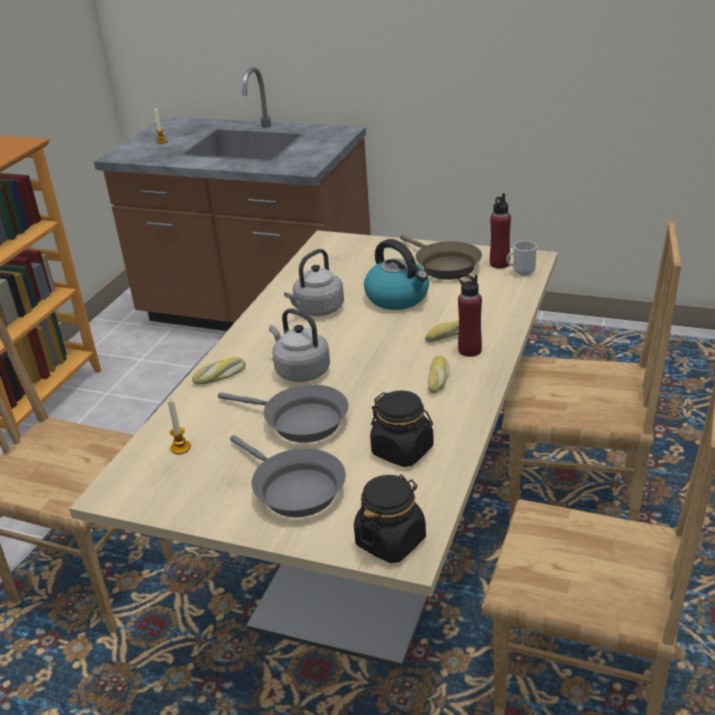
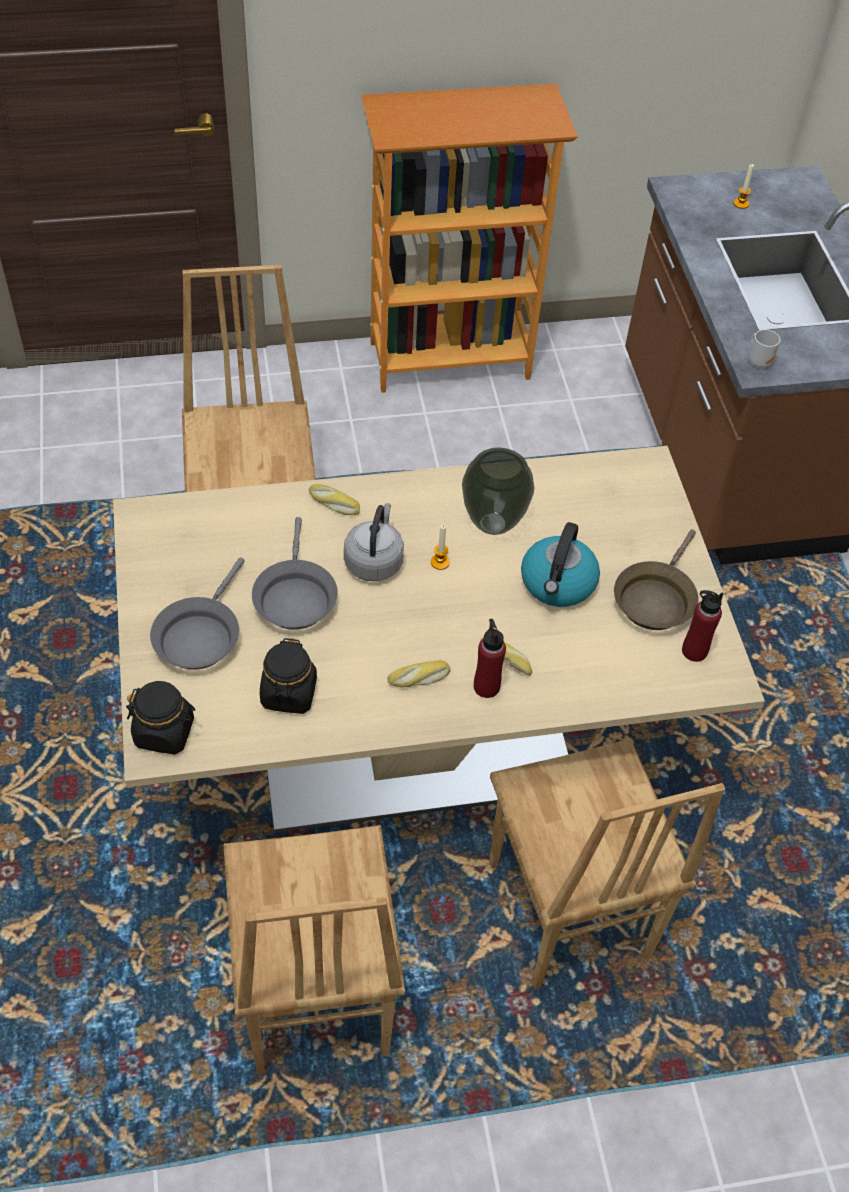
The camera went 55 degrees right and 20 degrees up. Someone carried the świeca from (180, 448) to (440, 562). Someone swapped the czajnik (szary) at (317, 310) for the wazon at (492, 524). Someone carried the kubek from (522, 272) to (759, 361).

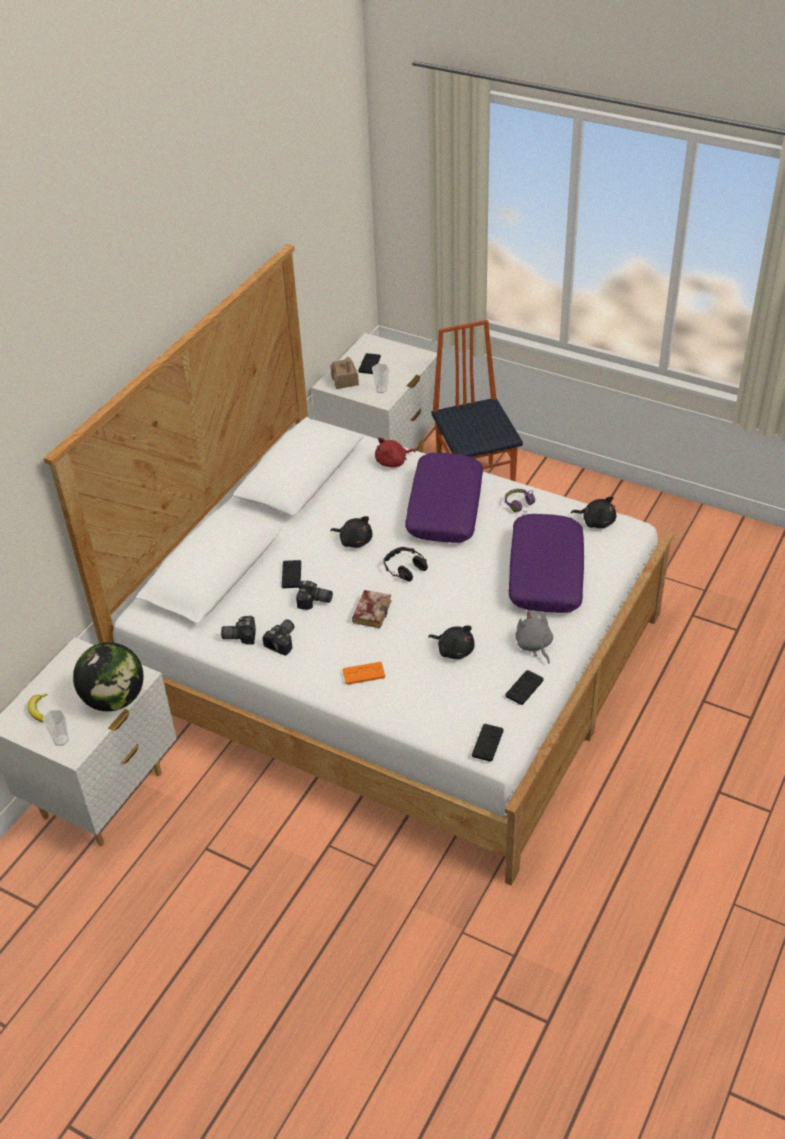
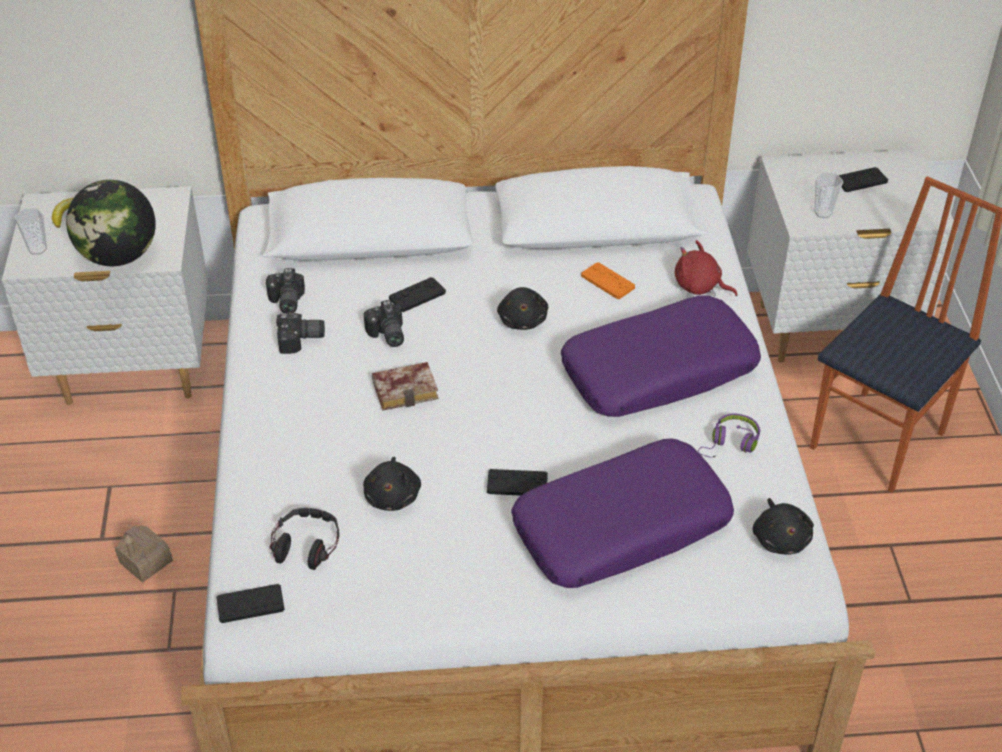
The camera went 55 degrees right and 0 degrees up. Someone carried the domek from (345, 381) to (146, 561). Someone rotated the aparat fotograficzny at (239, 635) by 150 degrees counterclockwise. Someone carried the słuchawki from (404, 568) to (306, 544). Someone carried the pad do gier (czarny) from (524, 688) to (517, 484). Someone carried the pad do gier (pomarańczowy) from (363, 674) to (607, 282). Someone took away the pluszak (szary) at (534, 645).

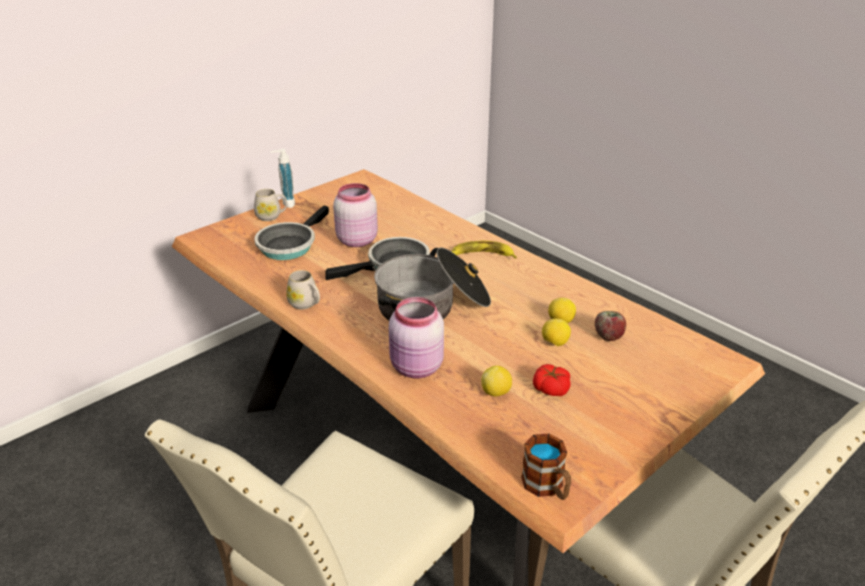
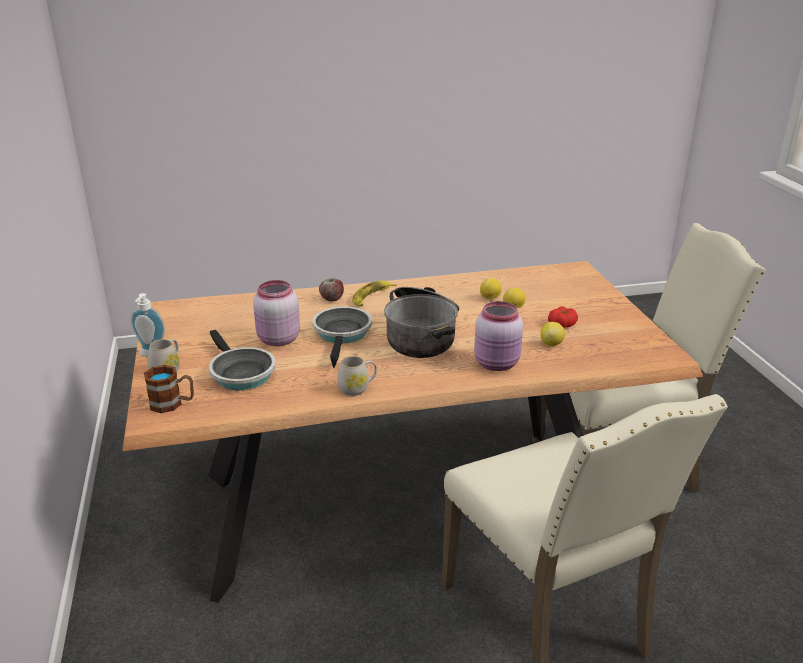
The camera went 60 degrees left and 5 degrees down. Someone carried the kubek from (547, 487) to (172, 404). Someone carried the jabłko from (608, 336) to (332, 299).

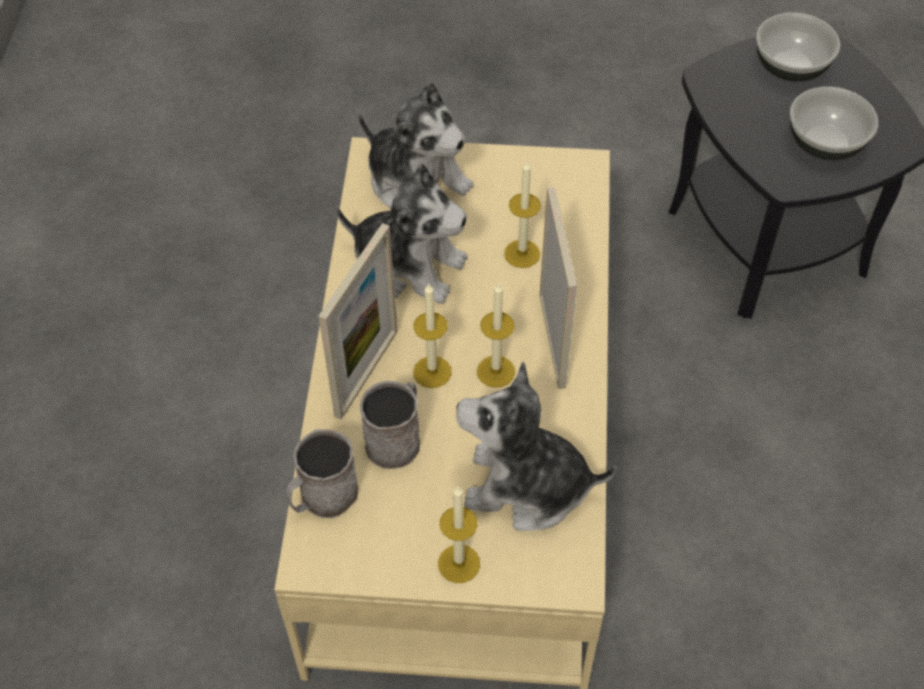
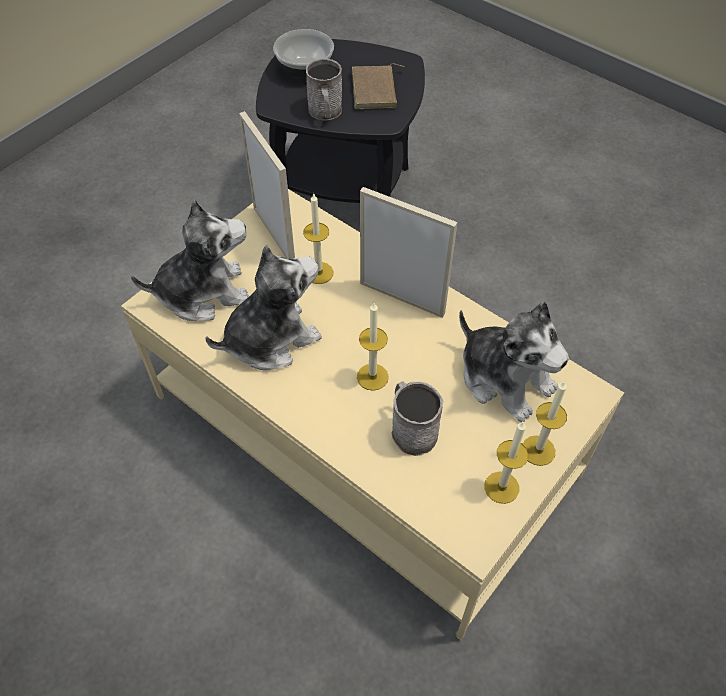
The camera went 55 degrees left and 0 degrees up. Someone carried the ramka na zdjęcie from (366, 373) to (274, 235). Someone carried the kubek (szary) from (323, 498) to (325, 113). Someone swapped the miska at (825, 144) for the książka (brązowy) at (376, 91). Someone rotated the pluszak at (526, 487) by 90 degrees counterclockwise. Someone carried the świeca from (496, 371) to (501, 487).

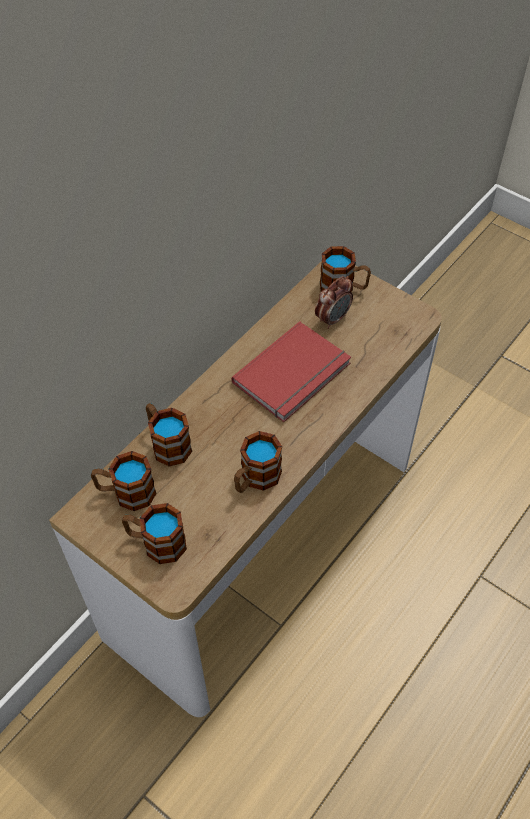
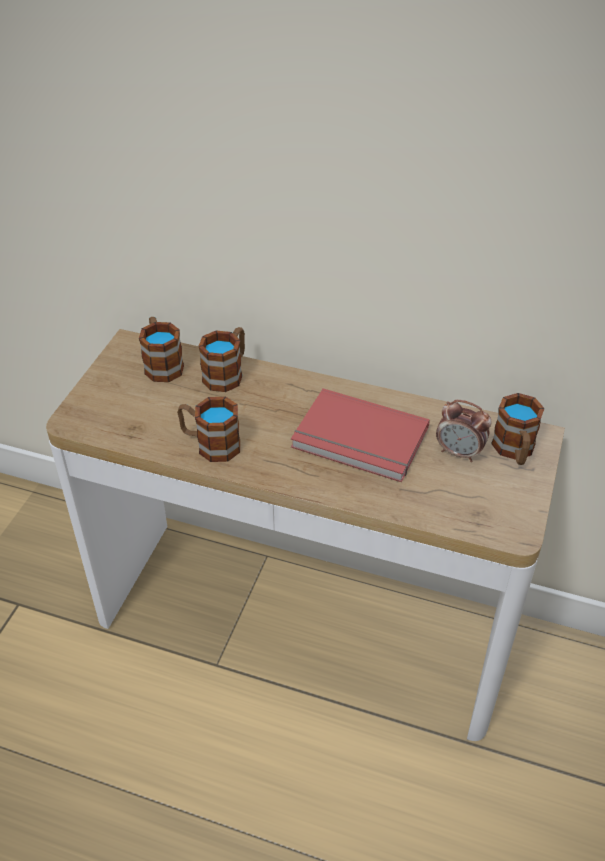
The camera went 70 degrees right and 10 degrees down. Someone took away the kubek at (156, 543).

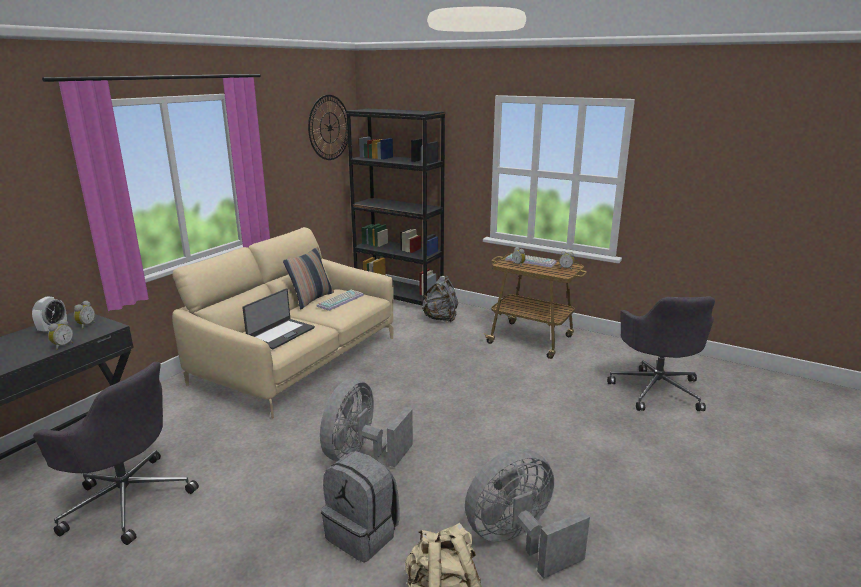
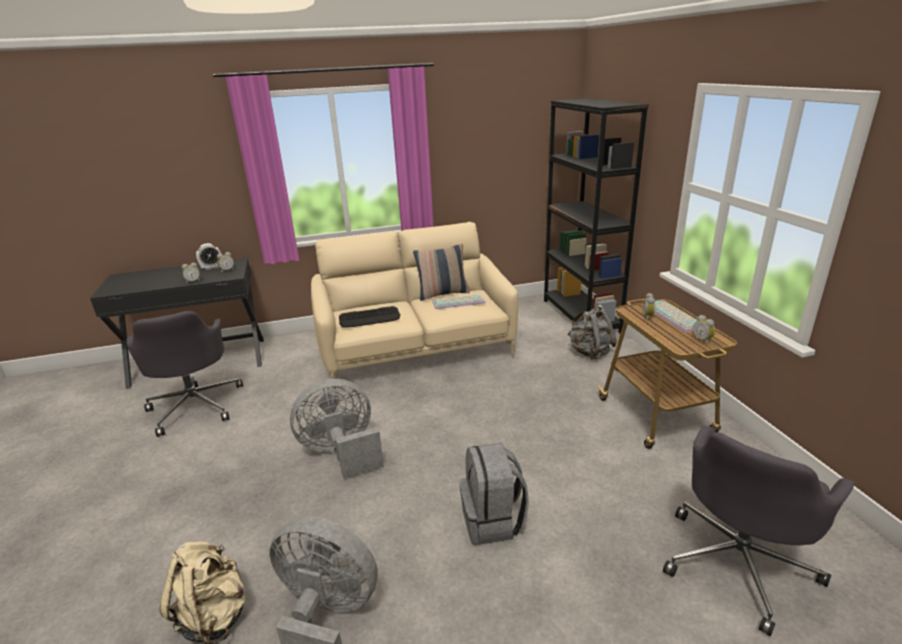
The camera went 45 degrees right and 5 degrees up. Someone swapped the laptop at (280, 334) for the klawiatura at (370, 318). Someone carried the plecak (szary) from (363, 534) to (493, 521). Someone took away the zegar ścienny at (329, 127).

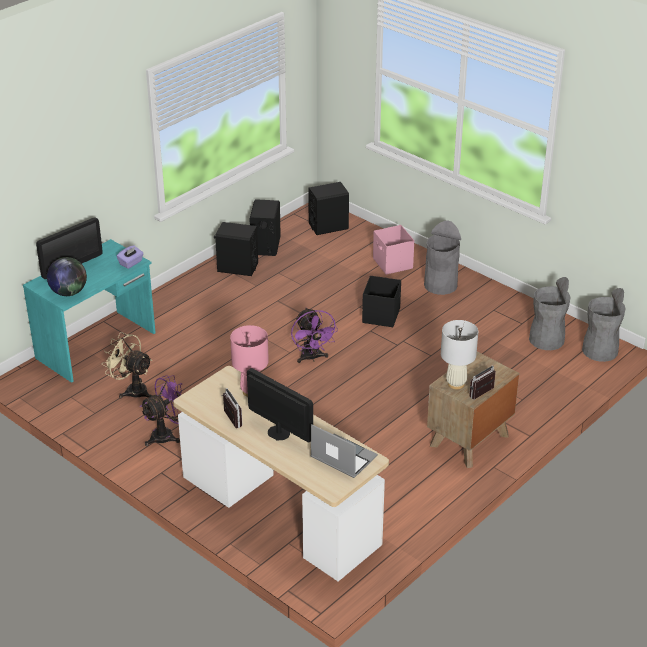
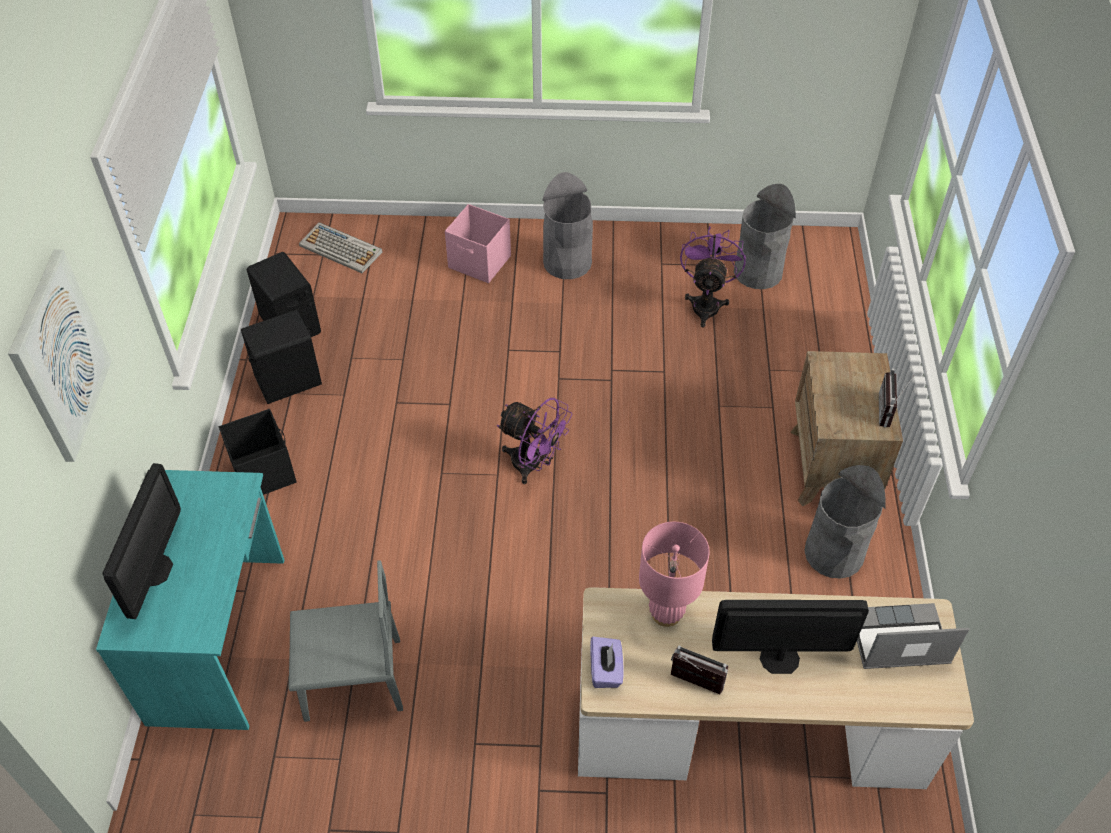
The camera went 40 degrees left and 15 degrees up. Someone put up the obraz at (59, 357). Someone carried the pojemnik do przechowywania (czarny) from (381, 315) to (264, 471). Someone swapped the wentylator (beżowy) at (132, 390) for the krzesło (szary) at (353, 679). Someone swapped the głośnik (czarny) at (328, 226) for the klawiatura at (341, 249). Someone carried the pudełko chusteczek (fioletowy) from (131, 263) to (606, 670). Someone carried the wentylator (fioletowy) from (167, 435) to (706, 303). Someone carried the kosz na śmieci (szary) from (600, 350) to (834, 553). Someone took away the globus at (68, 292). Someone took away the lampa stołowa (biały) at (456, 384).

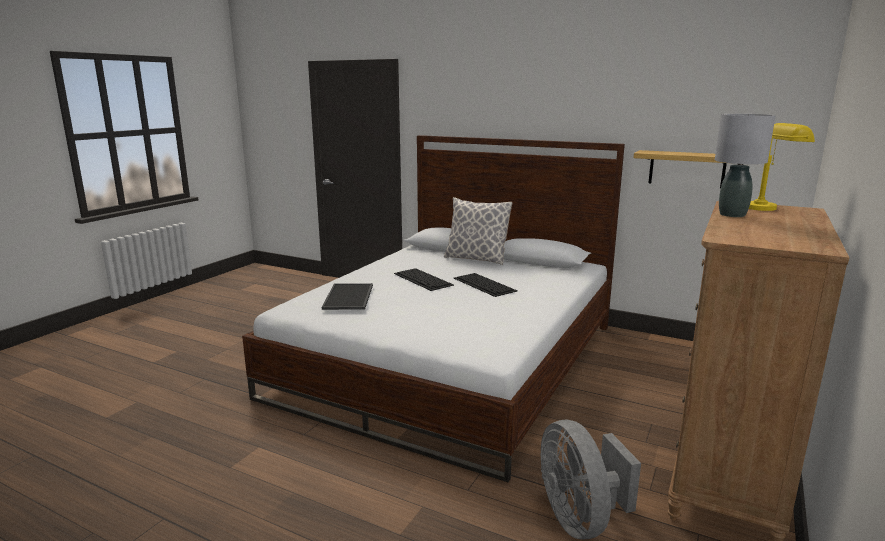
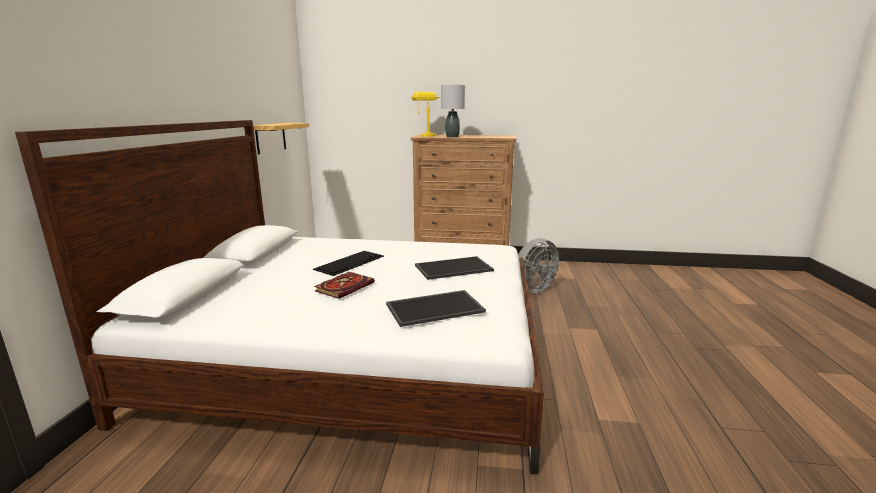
The camera went 110 degrees left and 0 degrees up. Someone swapped the klawiatura at (423, 279) for the książka at (345, 286). Someone put down the taca at (453, 268). Someone took away the poduszka at (476, 259).

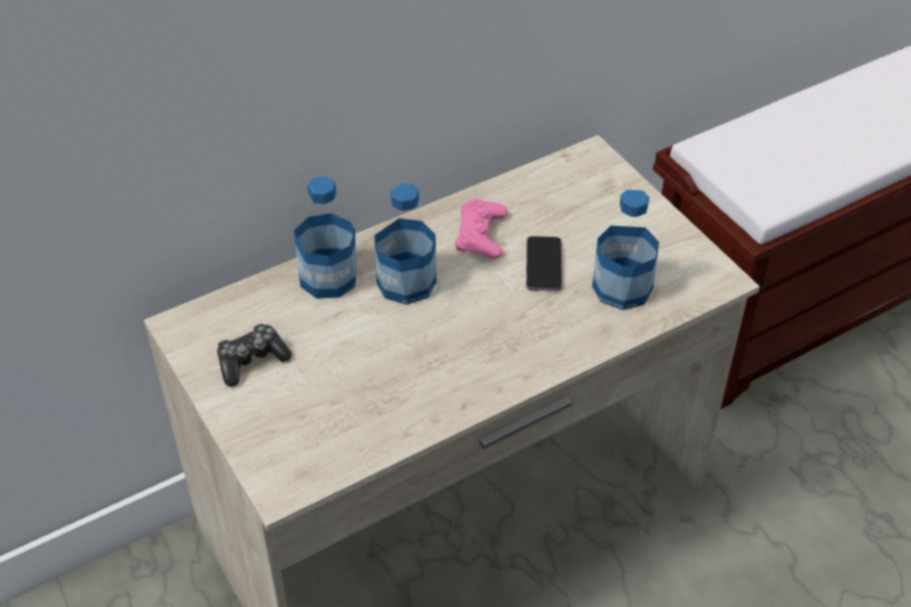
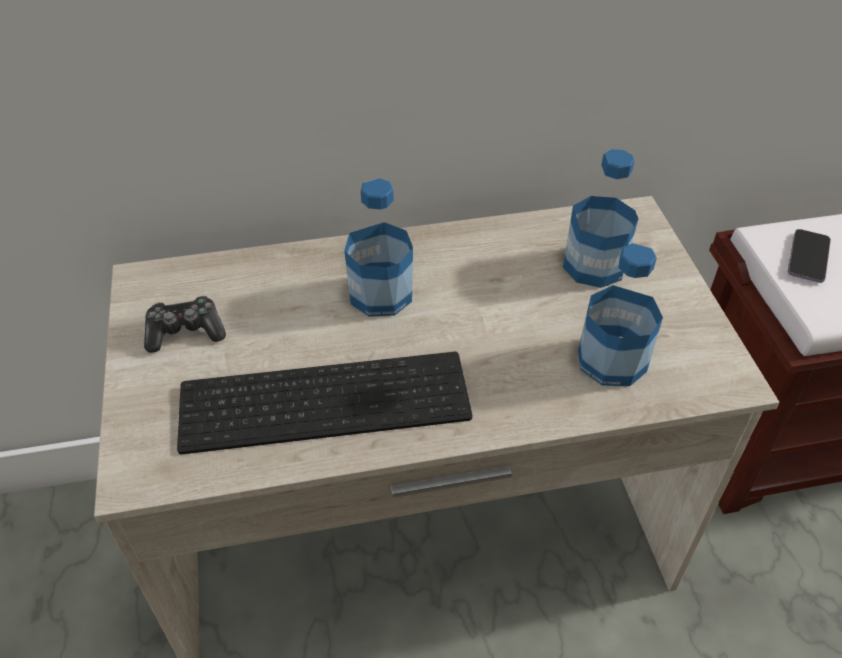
The camera went 20 degrees right and 0 degrees up. Someone put down the klawiatura at (327, 398). Someone carried the butelka from (328, 277) to (594, 265). Someone carried the telefon from (543, 265) to (808, 257). Someone took away the pad do gier (różowy) at (481, 235).

